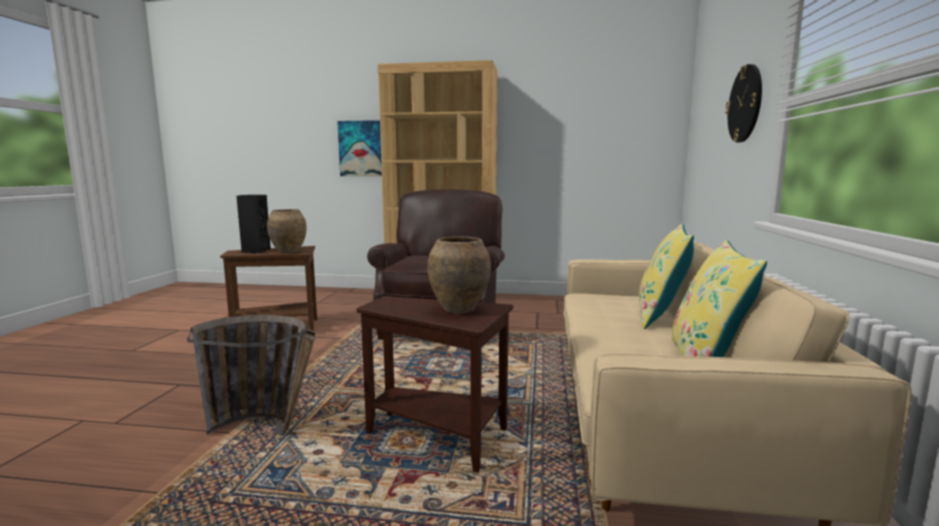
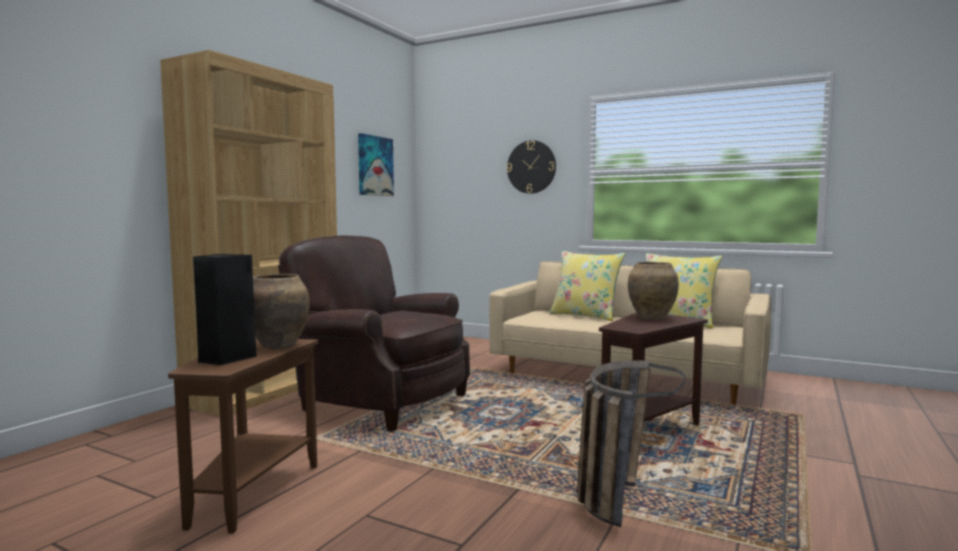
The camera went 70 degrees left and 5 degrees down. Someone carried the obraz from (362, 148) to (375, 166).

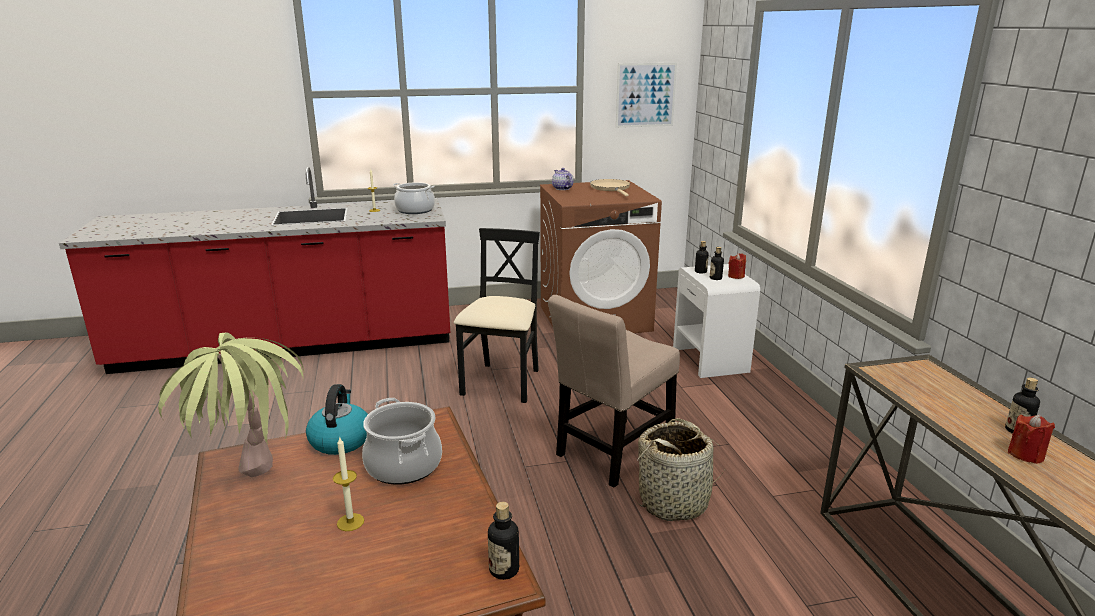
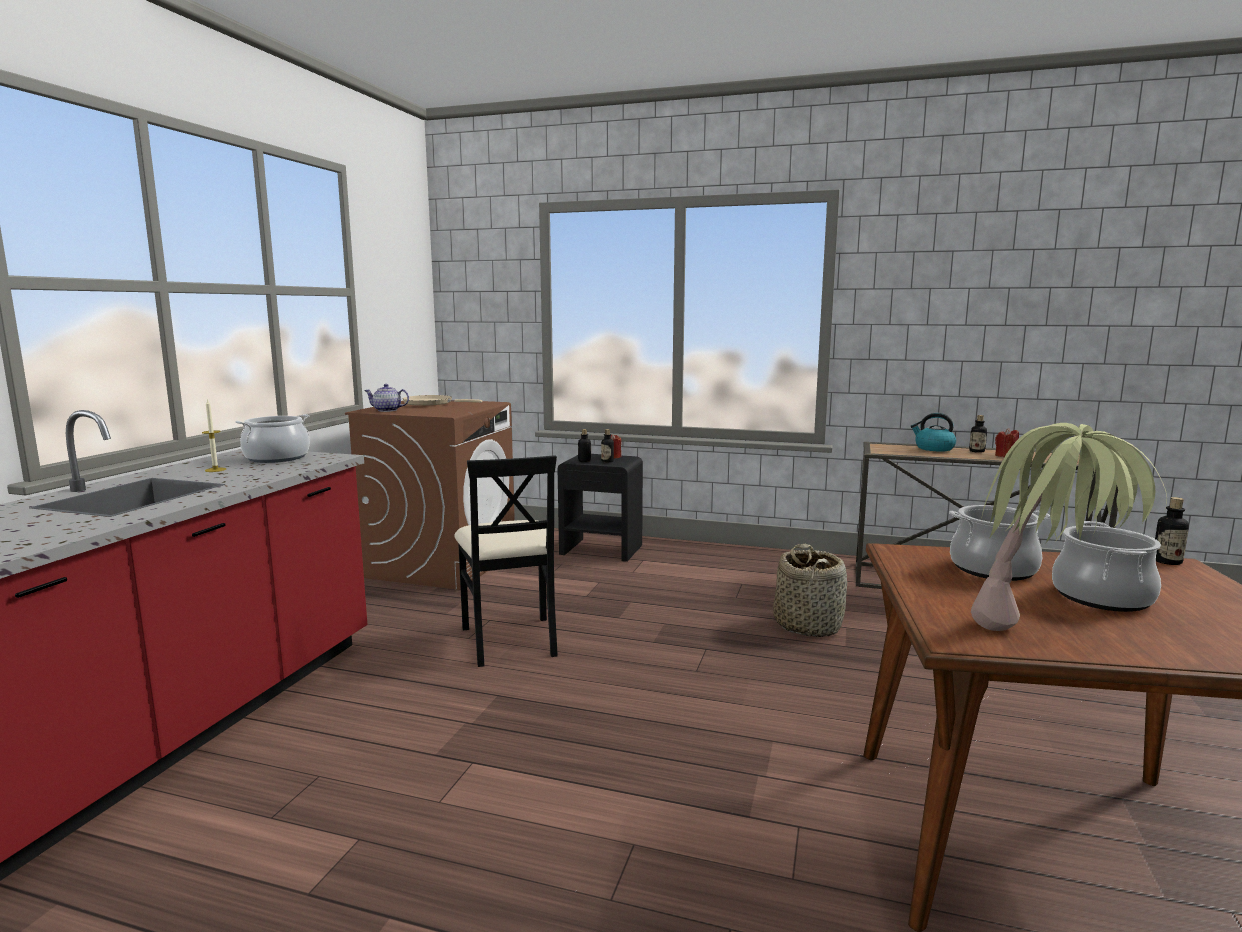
The camera went 60 degrees left and 10 degrees down. Someone rotated the krzesło (czarny) at (502, 383) by 150 degrees counterclockwise. Someone repainted the szafka nocna (biały) at (710, 360), which became the szafka nocna (czarny) at (602, 549). Someone carried the czajnik from (340, 440) to (933, 448). Someone swapped the świeca at (350, 522) for the garnek at (1102, 597). Someone took away the krzesło (beżowy) at (612, 453). Someone took away the obraz at (645, 95).

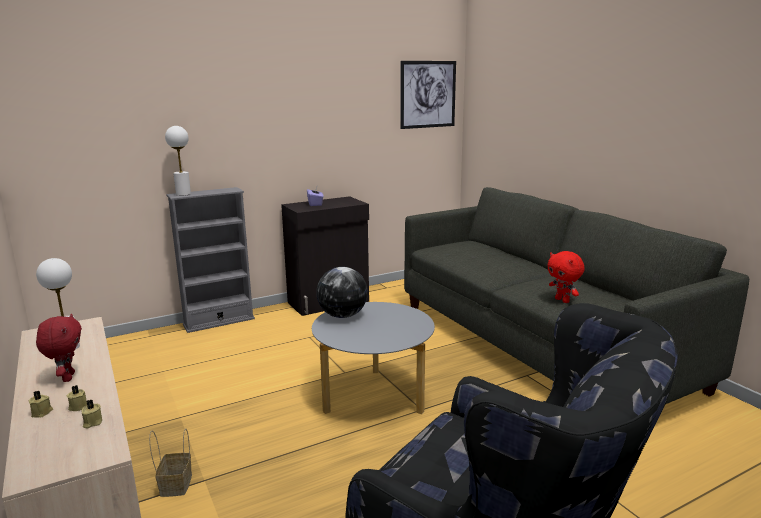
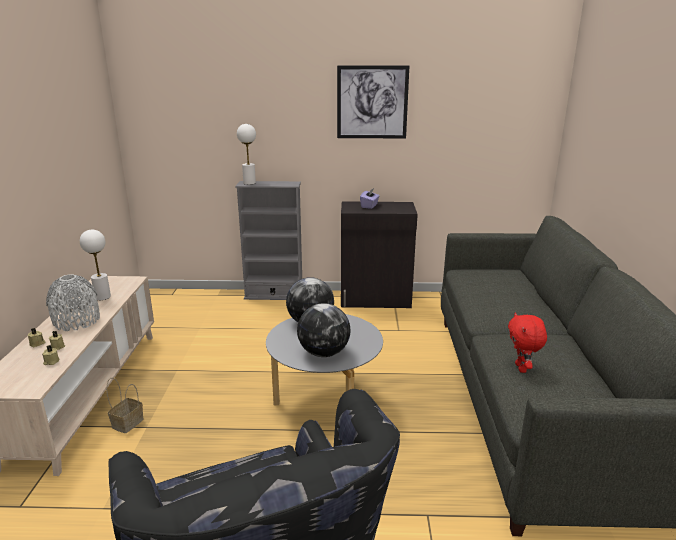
The camera went 30 degrees right and 5 degrees up. Someone swapped the pluszak (czerwony) at (67, 377) for the wazon (szary) at (77, 321). Someone put down the globus at (323, 353). Someone carried the obraz from (428, 94) to (372, 102).

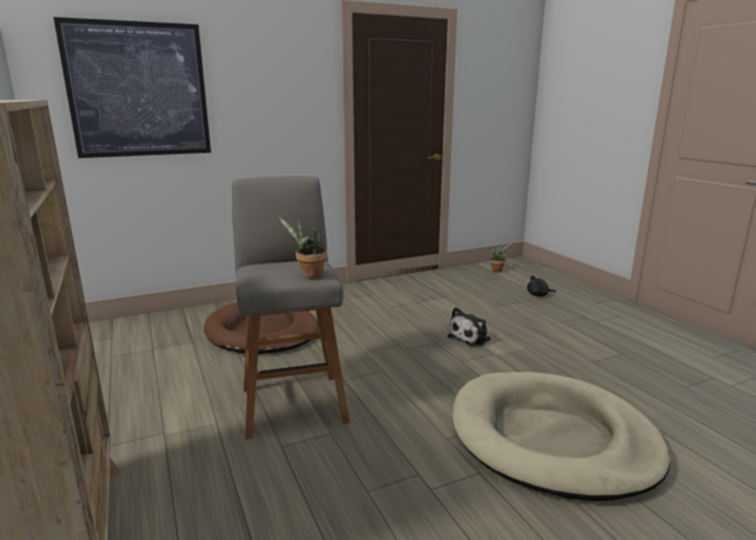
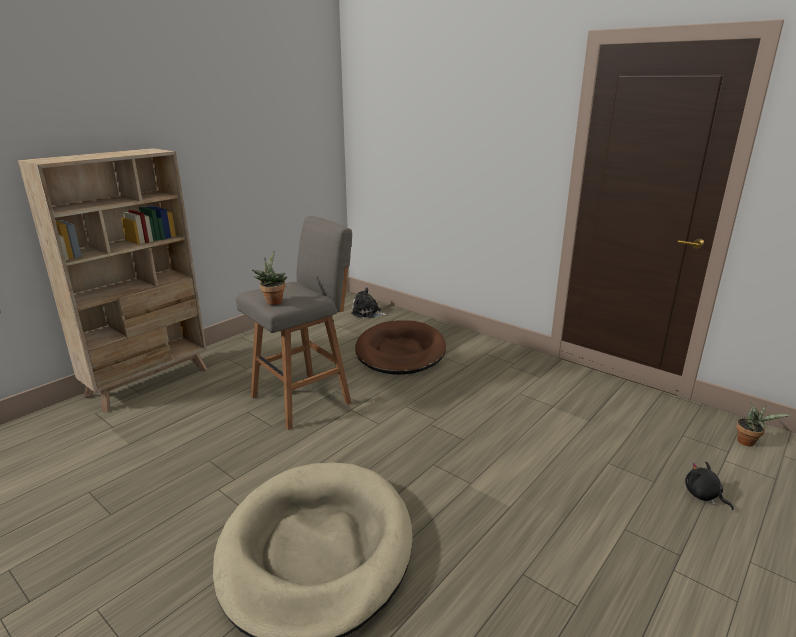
The camera went 65 degrees right and 5 degrees up. Someone carried the pluszak from (471, 338) to (368, 313). Someone took away the obraz at (138, 90).

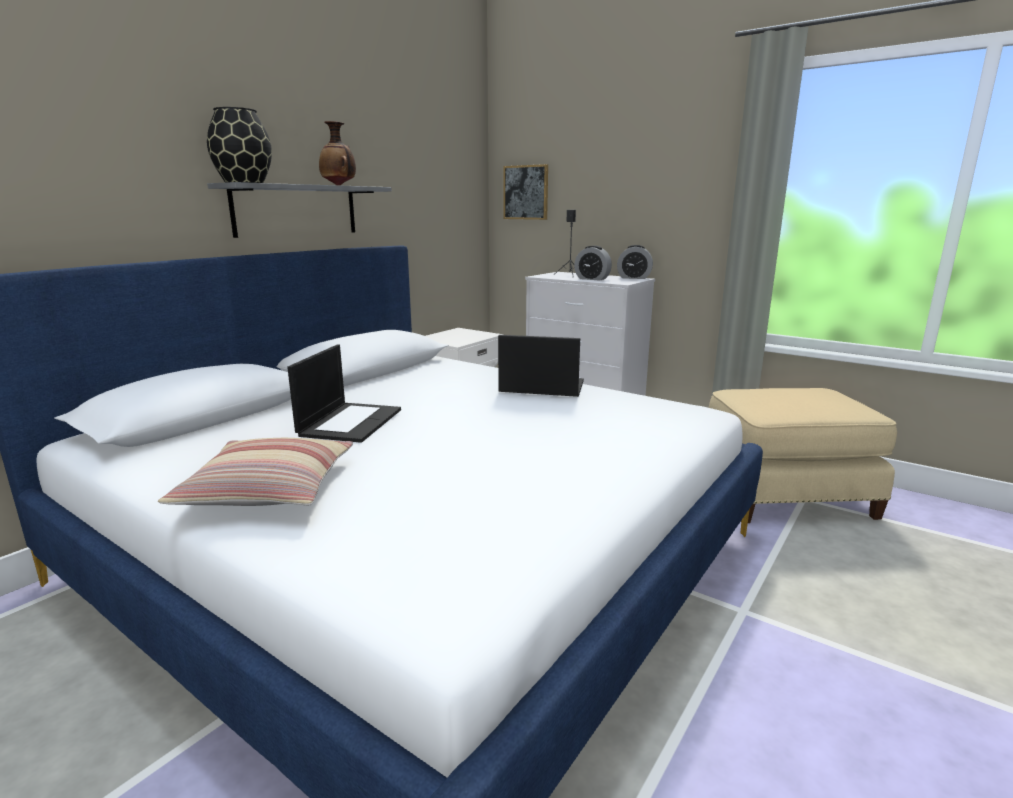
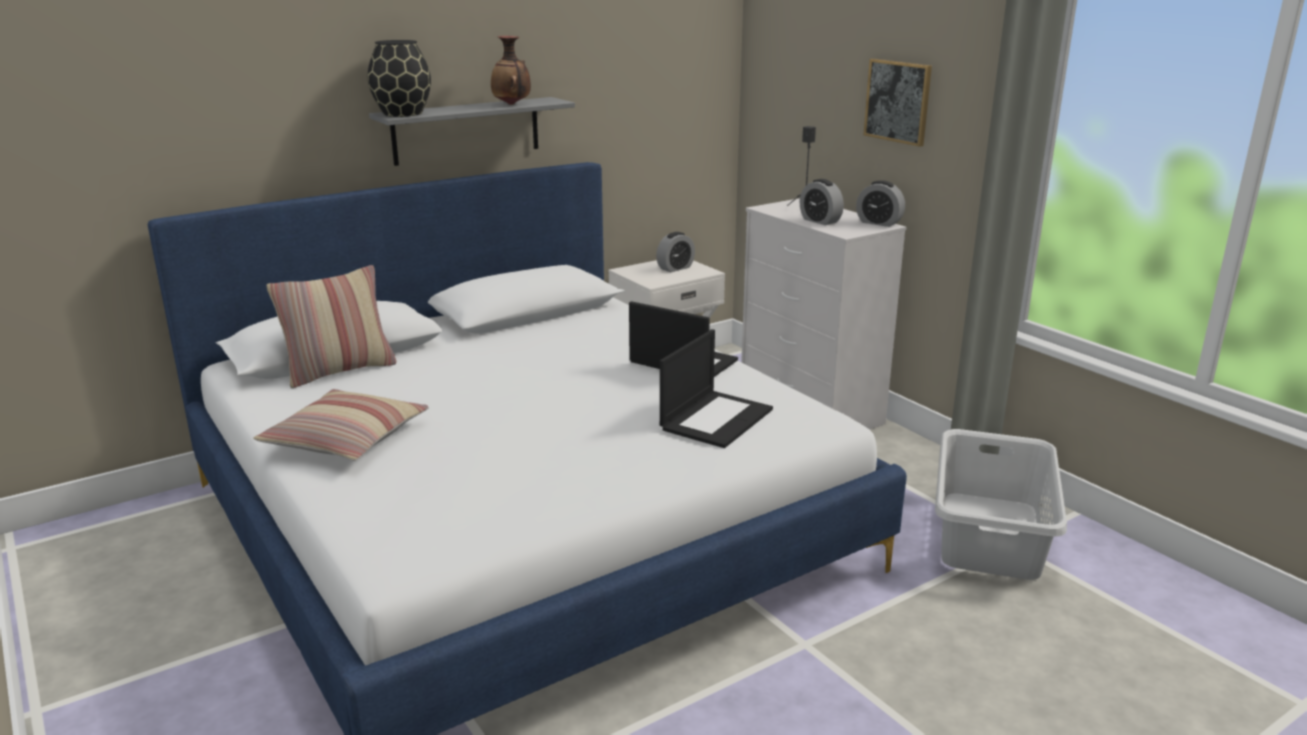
The camera went 20 degrees right and 5 degrees up. Someone put down the poduszka at (339, 371). Someone put down the budzik at (675, 268). Someone carried the laptop from (350, 422) to (716, 418). Someone carried the obraz from (526, 192) to (898, 101). Someone swapped the pufa (beżowy) at (783, 494) for the kosz na pranie (szary) at (991, 534).

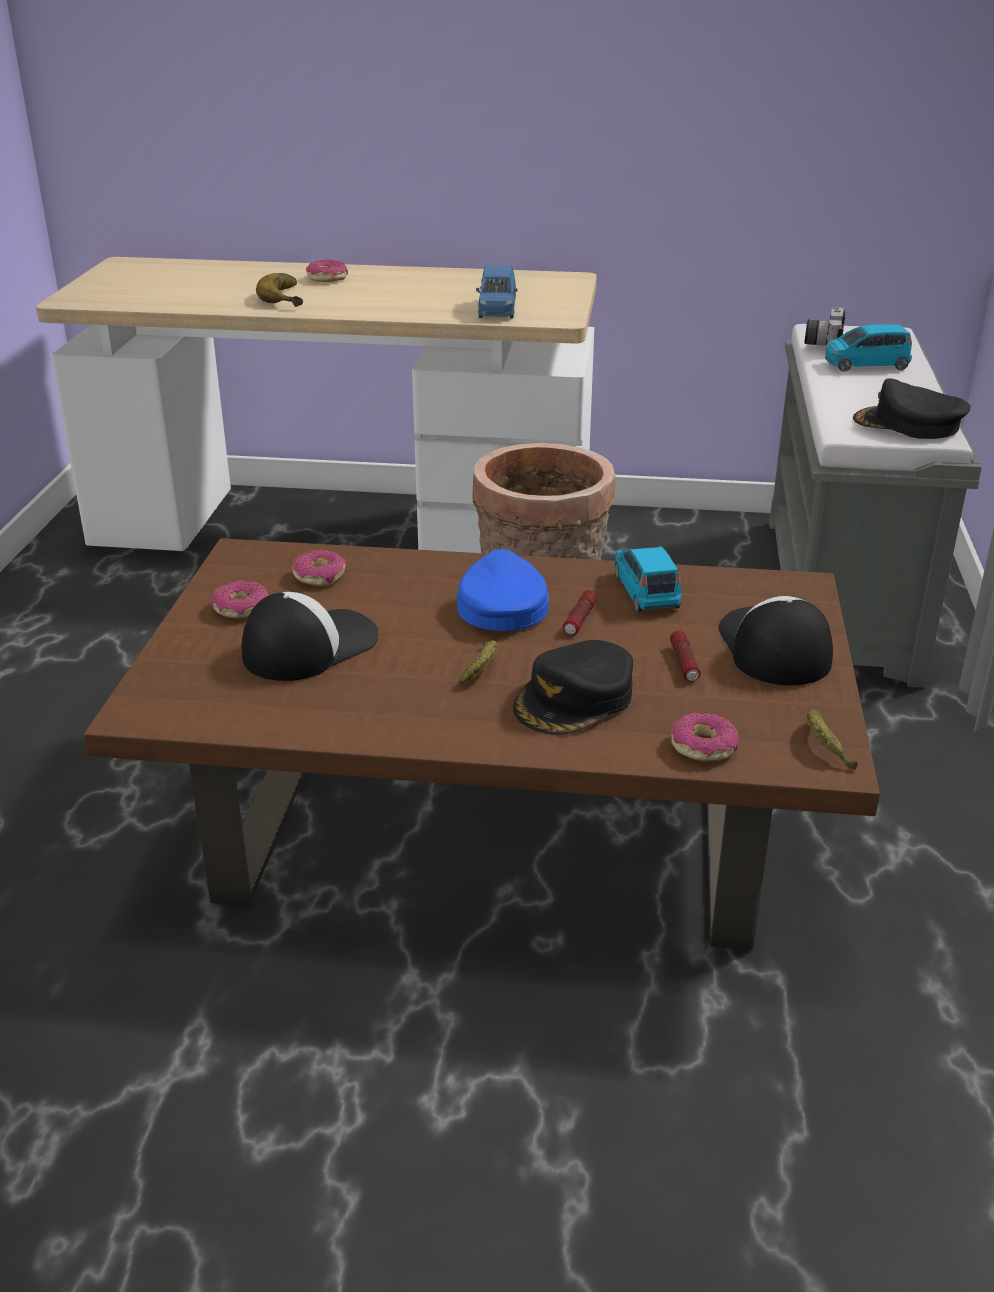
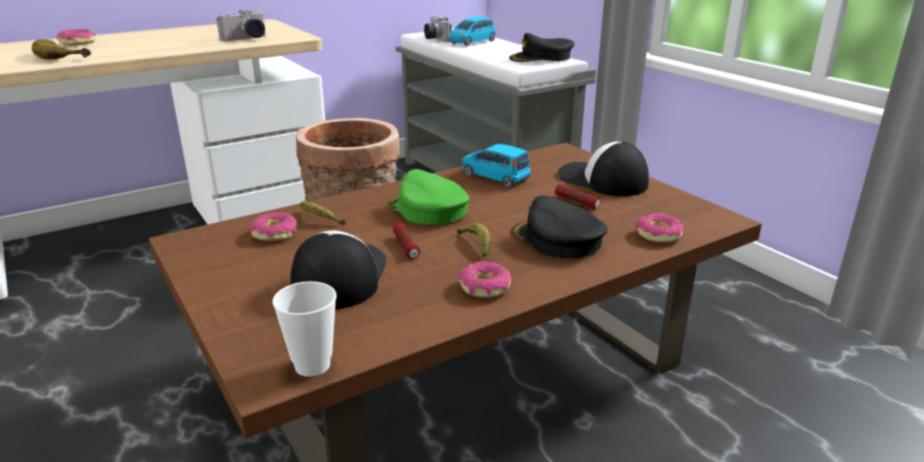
The camera went 40 degrees left and 5 degrees down. Someone swapped the samochodzik (niebieski) at (497, 309) for the aparat fotograficzny at (246, 39). Someone put down the filiżanka at (312, 365). Someone carried the banan from (824, 746) to (319, 219). Someone repainted the czapka z daszkiem (niebieski) at (501, 605), which became the czapka z daszkiem (zielony) at (428, 209). Someone carried the latarka from (580, 620) to (406, 247). Someone carried the donut from (241, 609) to (484, 288). Someone rotated the czapka z daszkiem (czarny) at (575, 699) by 135 degrees clockwise.

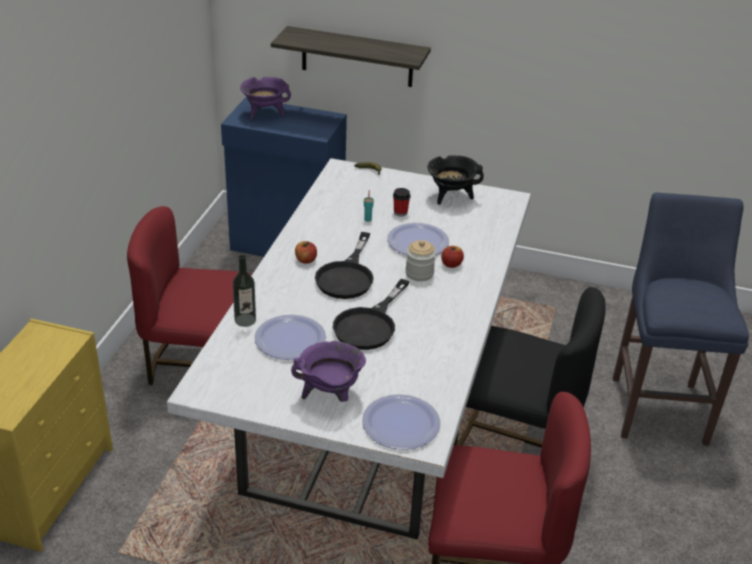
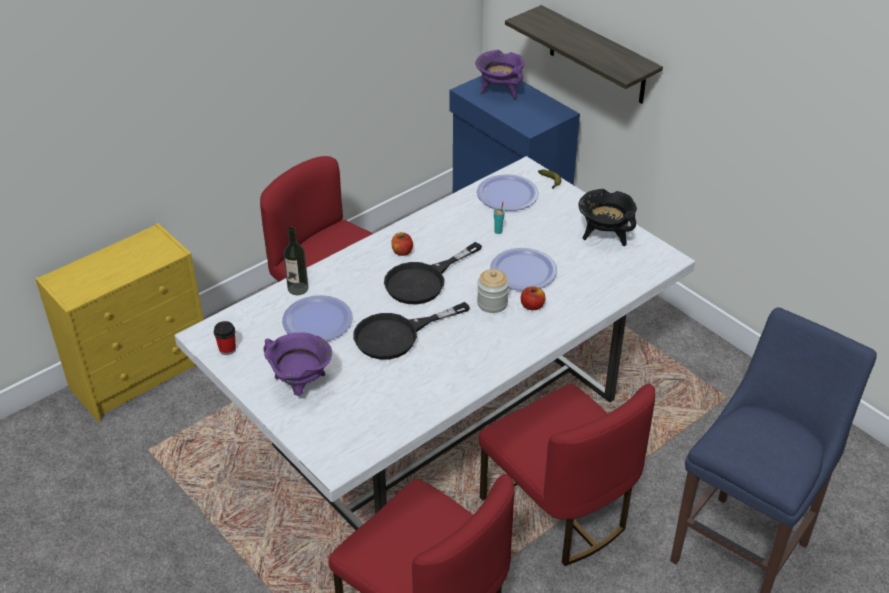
The camera went 35 degrees right and 5 degrees up. Someone carried the filiżanka from (400, 212) to (227, 349). Someone carried the talerz from (401, 423) to (507, 194). Someone repainted the krzesło (czarny) at (514, 438), which became the krzesło (czerwony) at (558, 510).

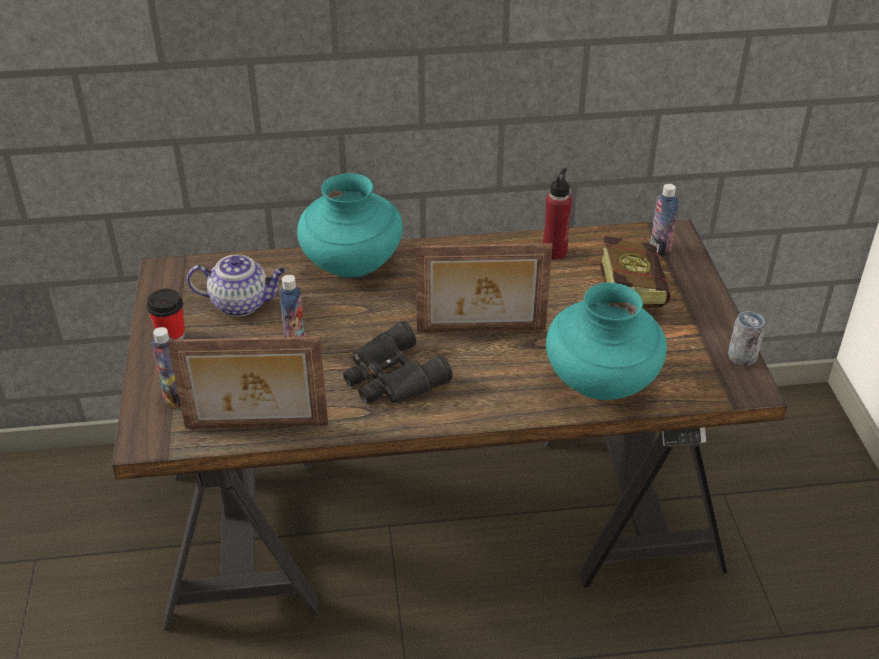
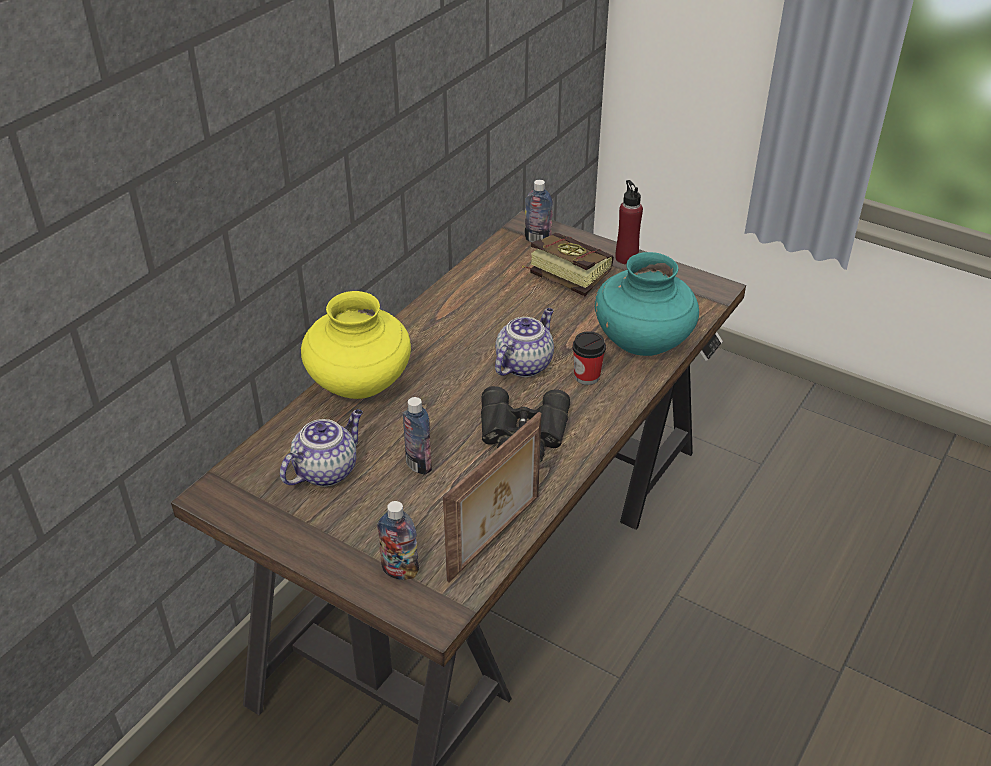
The camera went 50 degrees left and 0 degrees up. Someone repainted the wazon (turkusowy) at (351, 265), which became the wazon (żółty) at (360, 385). Someone swapped the ramka na zdjęcie at (481, 331) for the imbryk at (524, 364). Someone carried the filiżanka from (171, 336) to (587, 376). Someone carried the butelka (czerwony) from (554, 252) to (626, 258). Someone took away the puszka at (742, 358).

